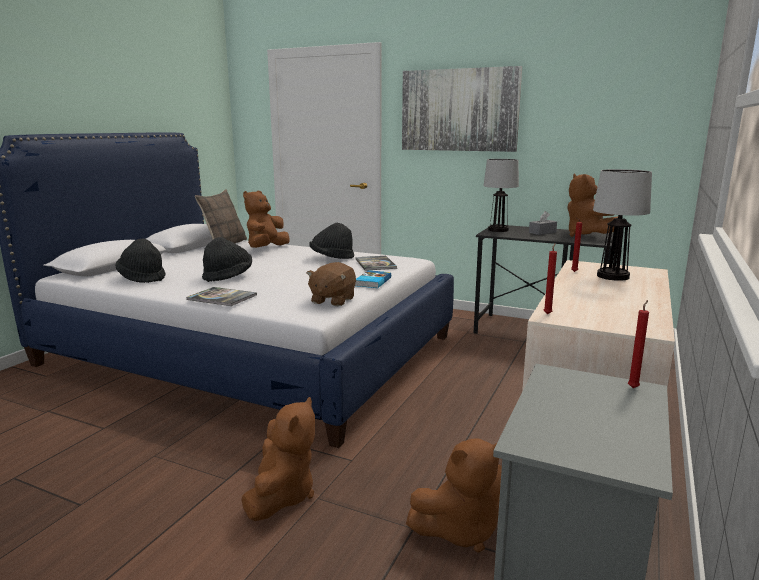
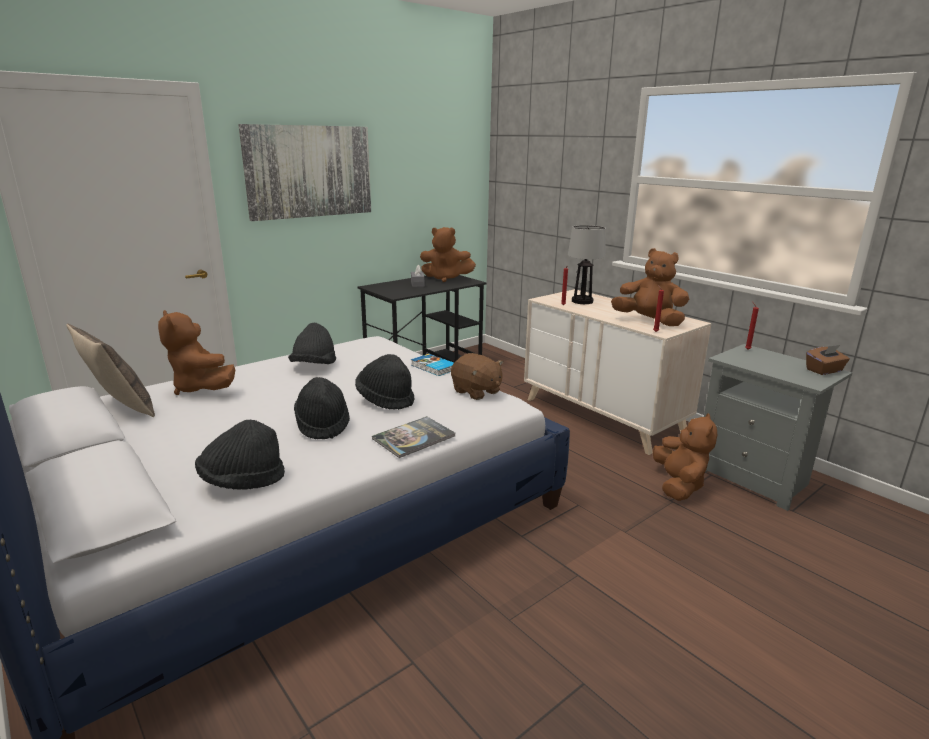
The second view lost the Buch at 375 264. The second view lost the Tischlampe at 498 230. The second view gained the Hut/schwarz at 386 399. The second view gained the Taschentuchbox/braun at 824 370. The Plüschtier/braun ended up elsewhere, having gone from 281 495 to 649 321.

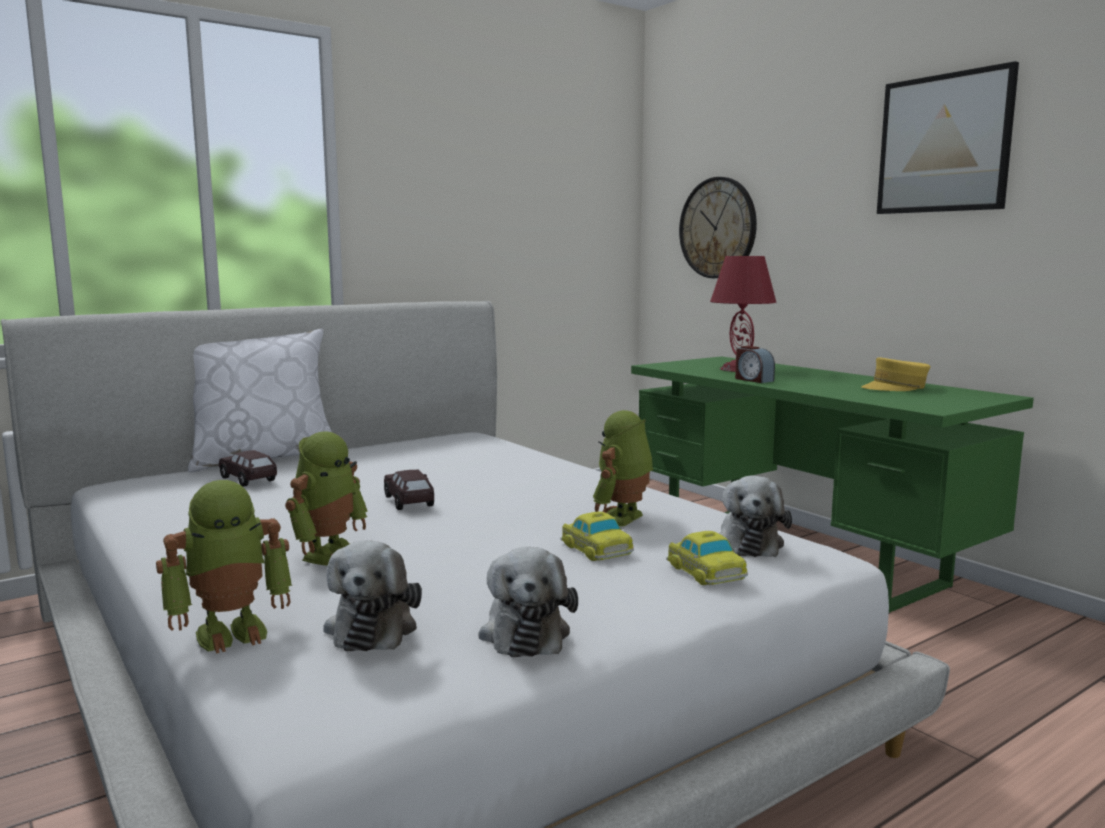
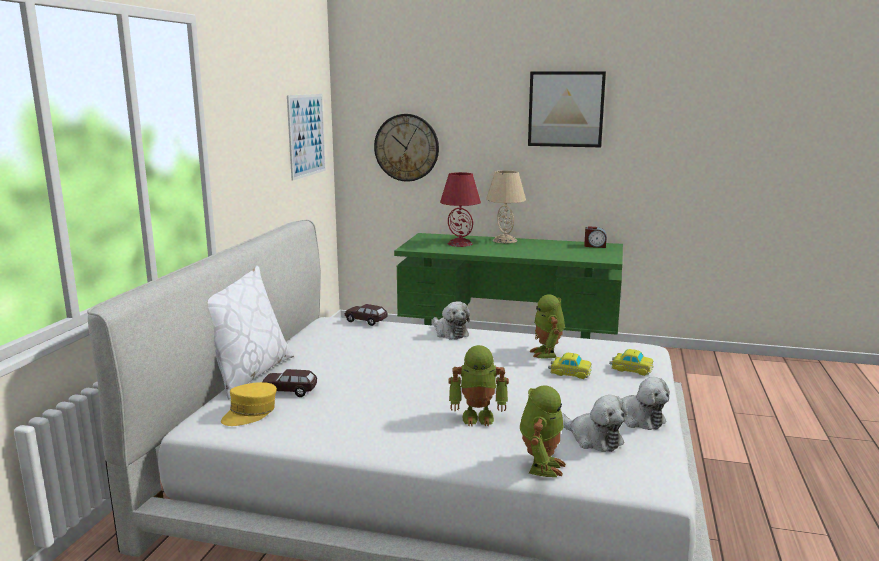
The second view gained the Bild at 306 135. The second view gained the Tischlampe/beige at 505 240. The Spielzeugauto/braun ended up elsewhere, having gone from 409 501 to 366 321. The Plüschtier ended up elsewhere, having gone from 748 543 to 450 333. The Wecker ended up elsewhere, having gone from 753 380 to 595 246. The Kappe/gelb ended up elsewhere, having gone from 895 388 to 250 413. The Spielzeugroboter at 329 554 ended up facing another way, 105 degrees clockwise from before.

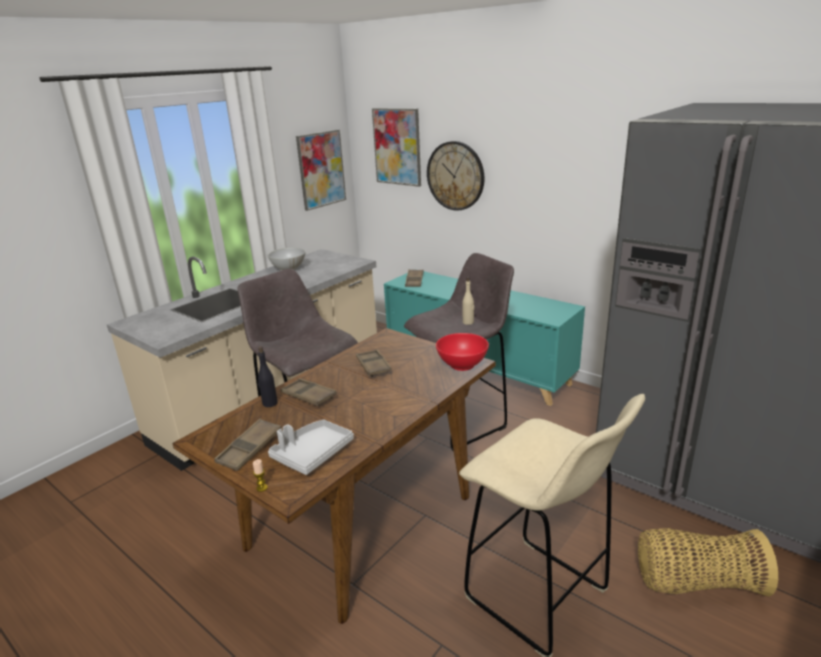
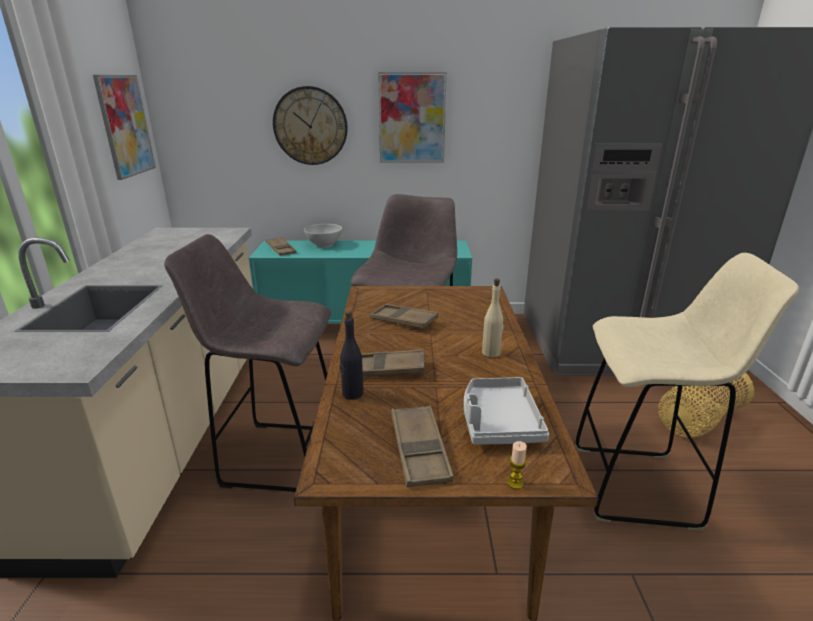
The second view lost the Schüssel/rot at 462 365. The Schüssel/weiß ended up elsewhere, having gone from 288 268 to 324 245. The Bild ended up elsewhere, having gone from 397 147 to 412 118. The Flasche/beige ended up elsewhere, having gone from 468 322 to 491 353.

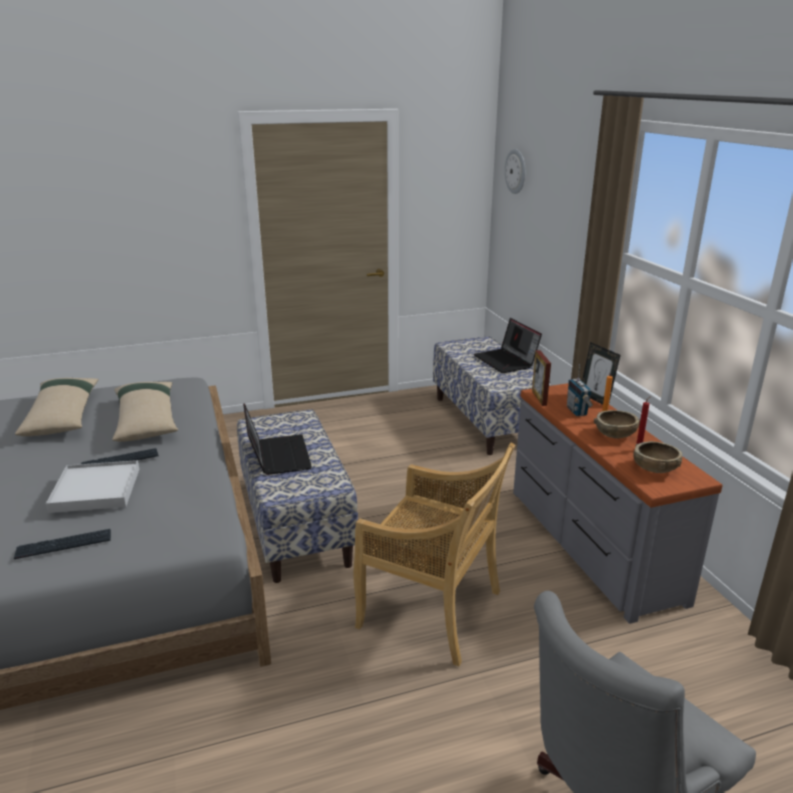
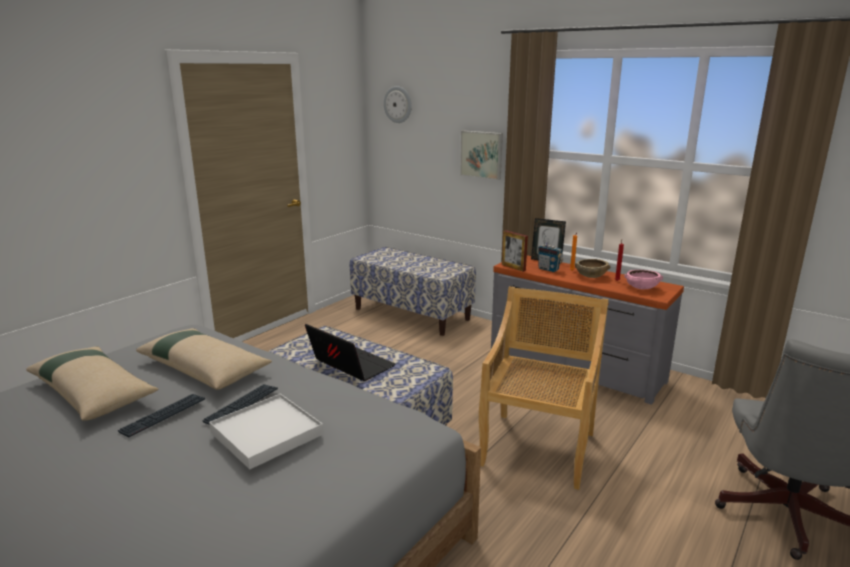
The second view lost the Laptop at 506 361. The second view gained the Bild at 482 154. The Tastatur ended up elsewhere, having gone from 64 545 to 163 416. What was the Schüssel/braun at 655 468 turned into the Schüssel/rosa at 642 287. The Stuhl/beige at 432 611 ended up facing another way, 60 degrees counterclockwise from before.

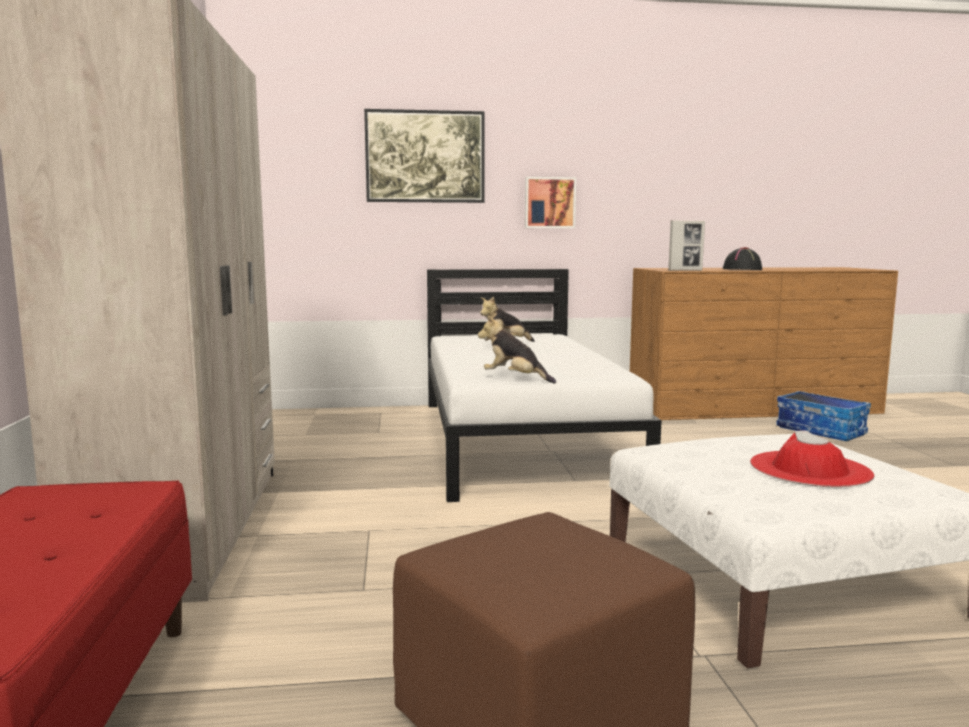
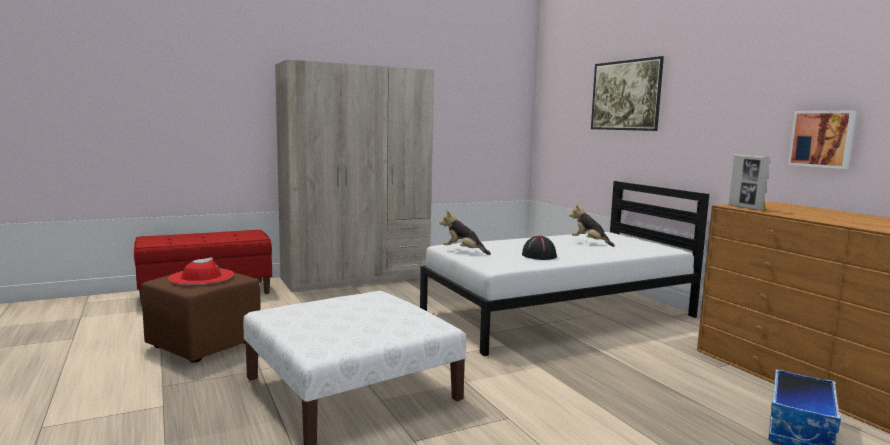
The Bild ended up elsewhere, having gone from 549 203 to 822 139. The Hut/schwarz ended up elsewhere, having gone from 741 269 to 538 255. The Hut/rot ended up elsewhere, having gone from 810 469 to 201 277. The Plüschtier at 515 379 ended up facing another way, 75 degrees counterclockwise from before.

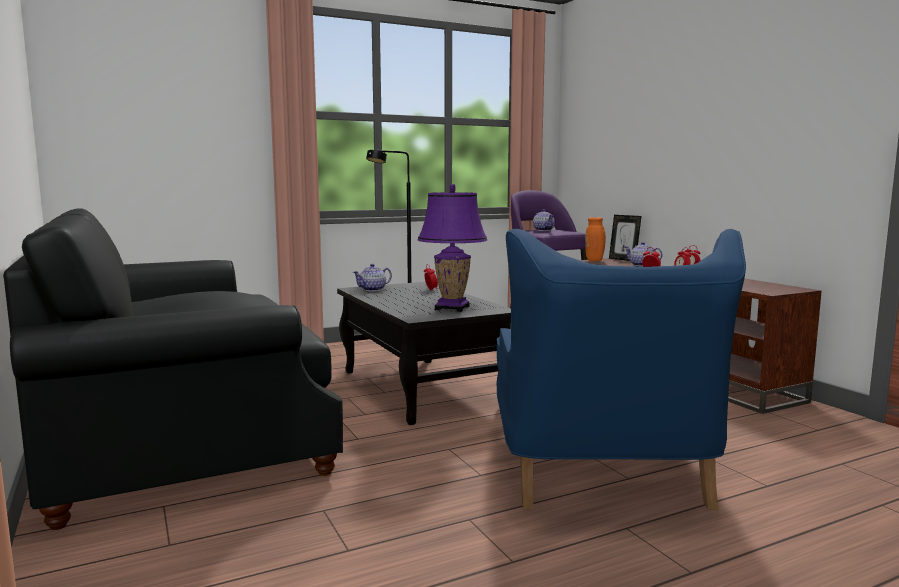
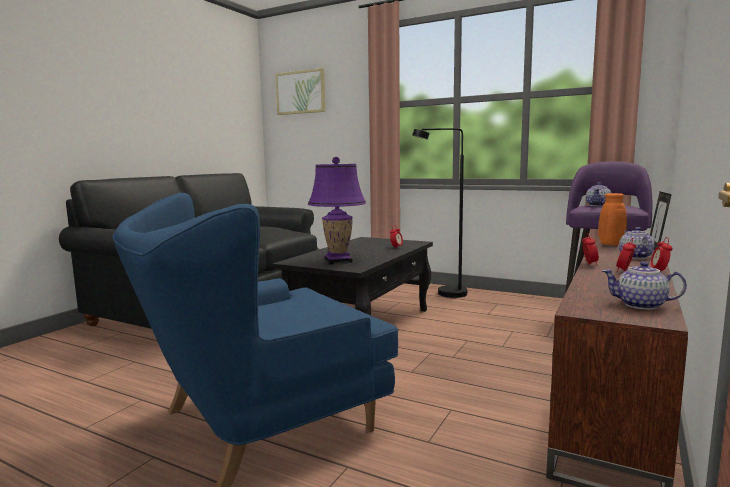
The second view gained the Bild at 300 92. The Teekanne ended up elsewhere, having gone from 373 289 to 641 305.

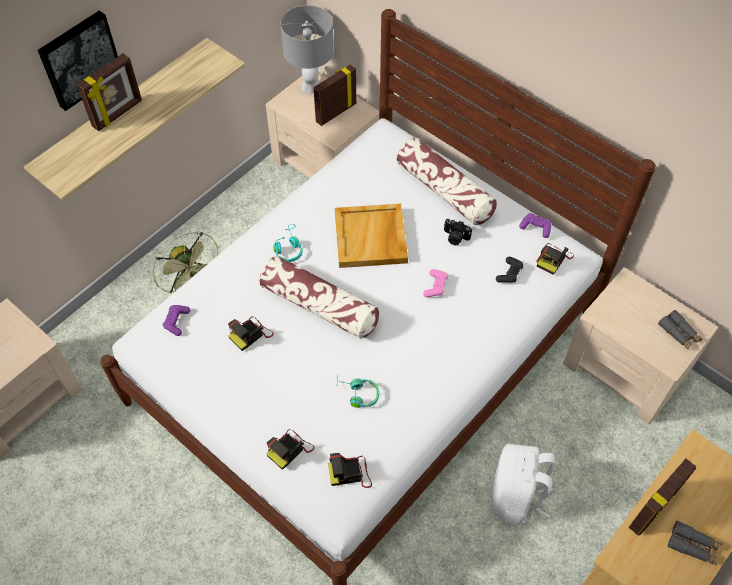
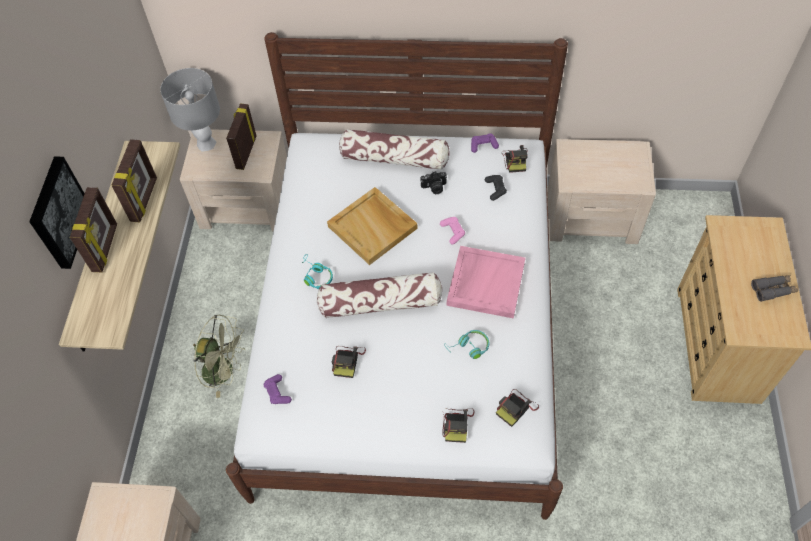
The second view lost the Rucksack/weiß at 516 497. The second view lost the Fernglas/grau at 679 333. The second view gained the Tablett/rosa at 485 283. The Bilderrahmen ended up elsewhere, having gone from 653 510 to 145 200.

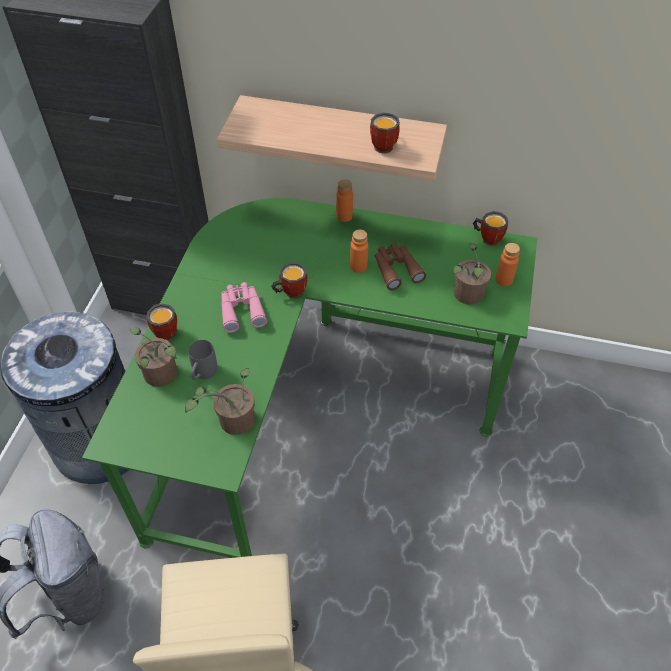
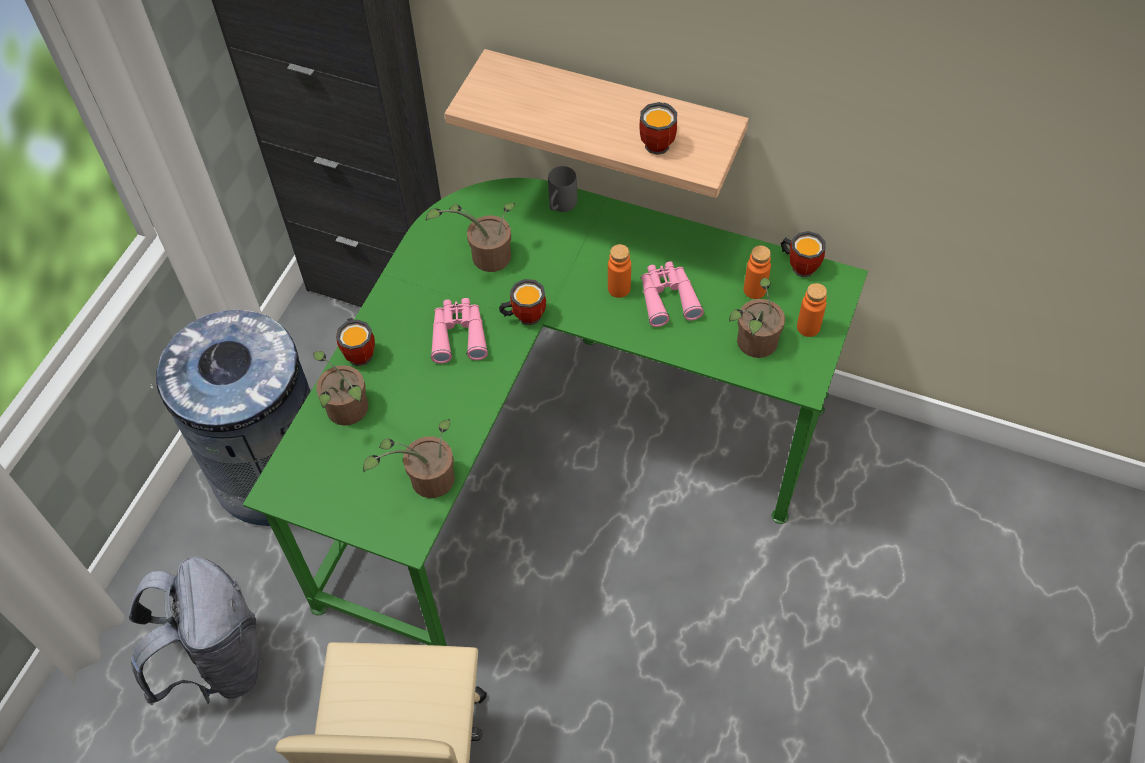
The second view gained the Topfpflanze at 485 258. The Henkelbecher/grau ended up elsewhere, having gone from 203 374 to 560 206. The Flasche/orange ended up elsewhere, having gone from 344 216 to 754 290. What was the Fernglas/braun at 396 269 turned into the Fernglas/rosa at 667 297.

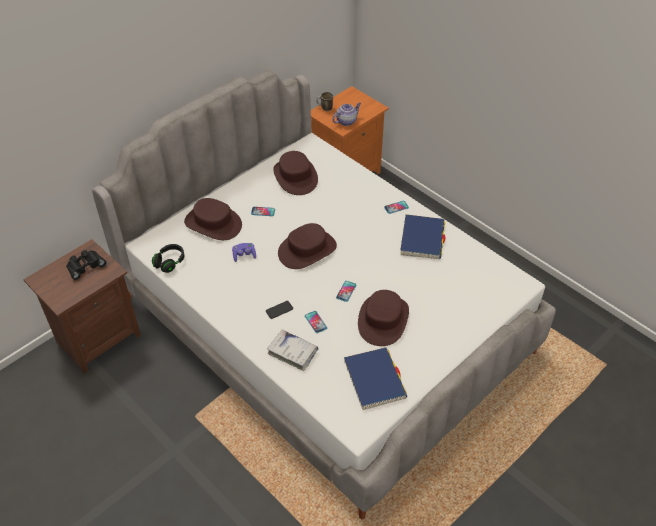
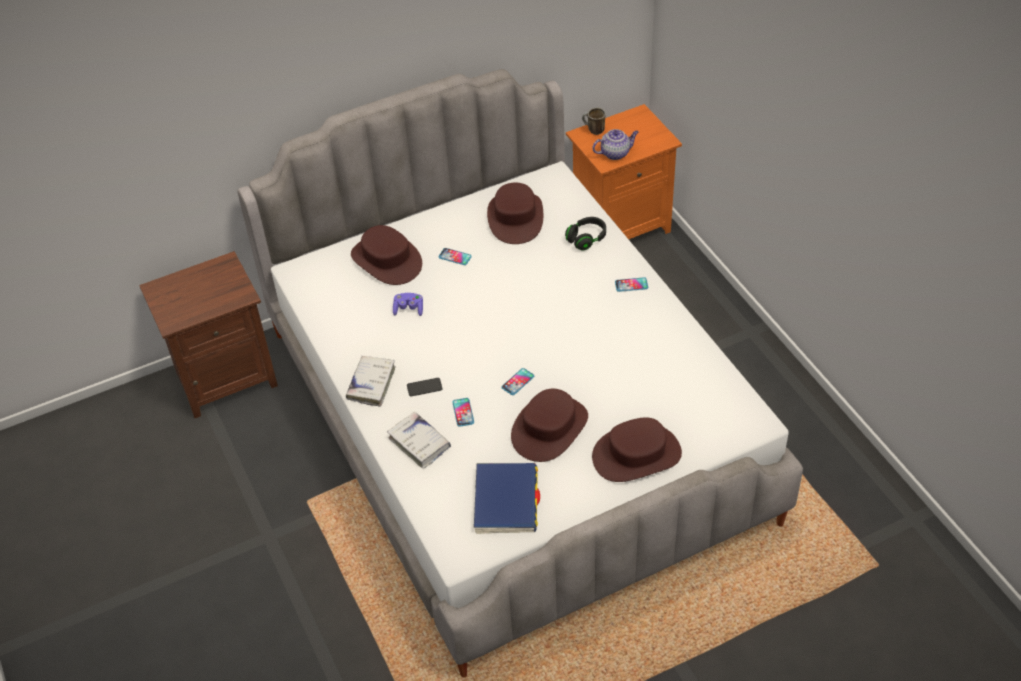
The second view lost the Fernglas/schwarz at 85 265. The second view lost the Buch/blau at 422 239. The second view gained the Buch/weiß at 371 384. The Kopfhörer/schwarz ended up elsewhere, having gone from 170 262 to 586 239. The Hut/braun ended up elsewhere, having gone from 307 250 to 636 454.

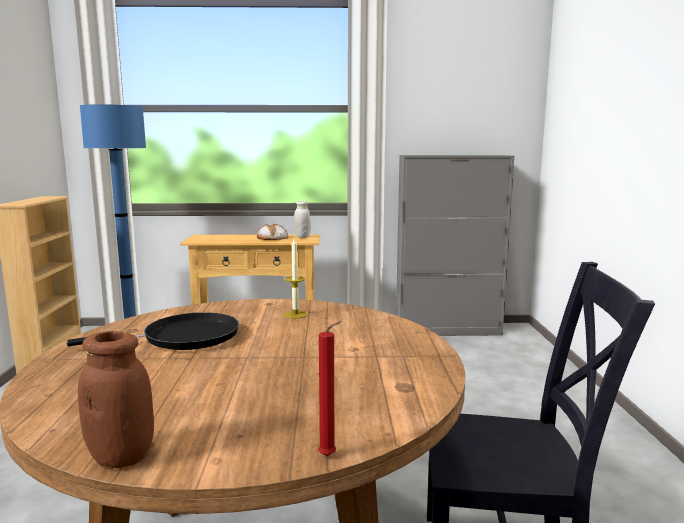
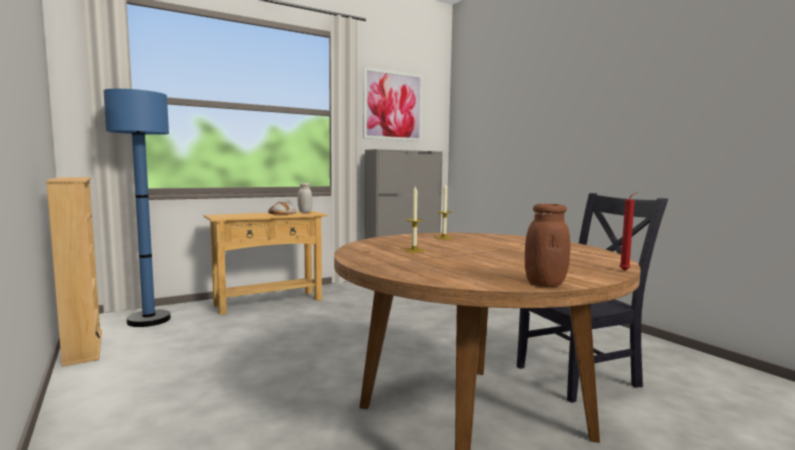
The second view gained the Bild at 393 106. Where the Pfanne/schwarz stood at 184 338, the Kerze came to stand at 414 250.

